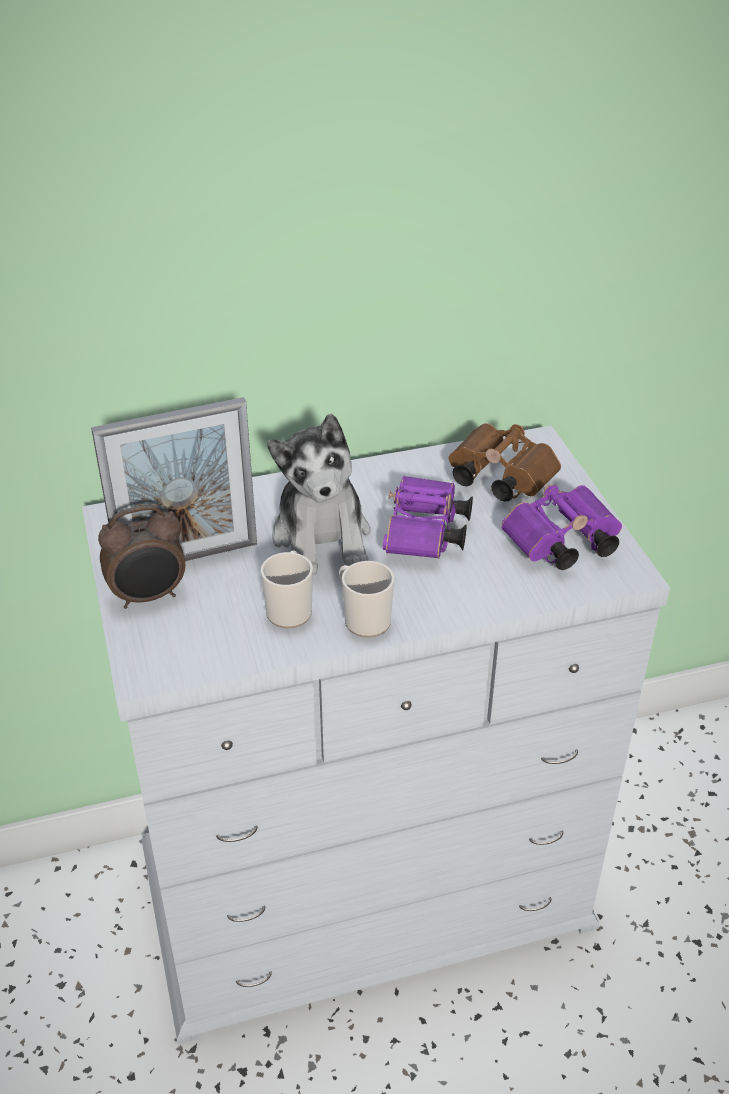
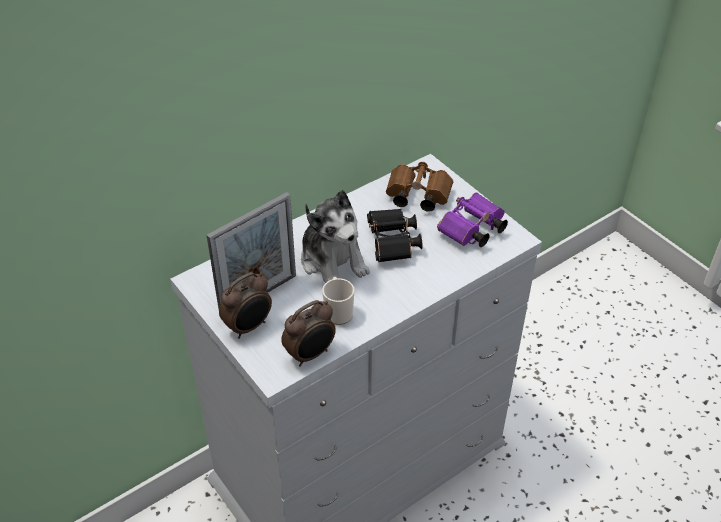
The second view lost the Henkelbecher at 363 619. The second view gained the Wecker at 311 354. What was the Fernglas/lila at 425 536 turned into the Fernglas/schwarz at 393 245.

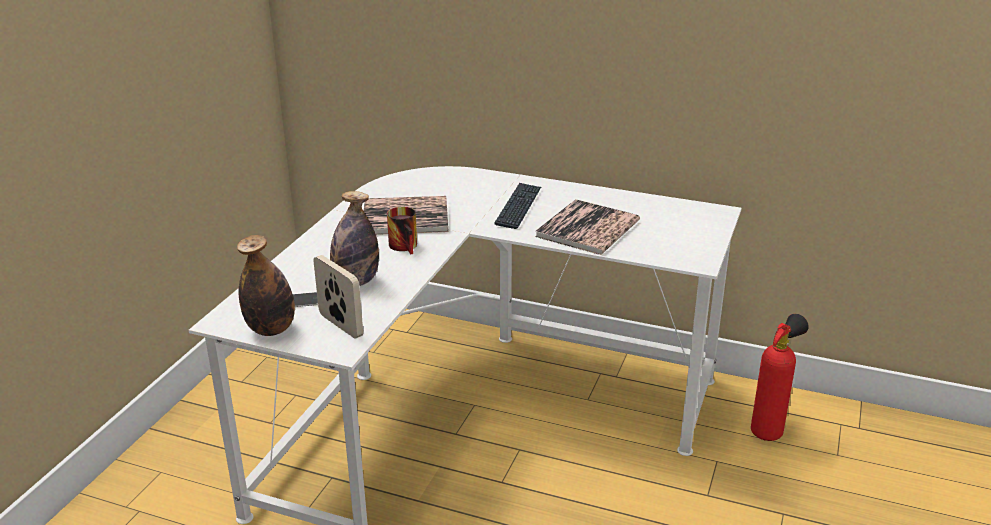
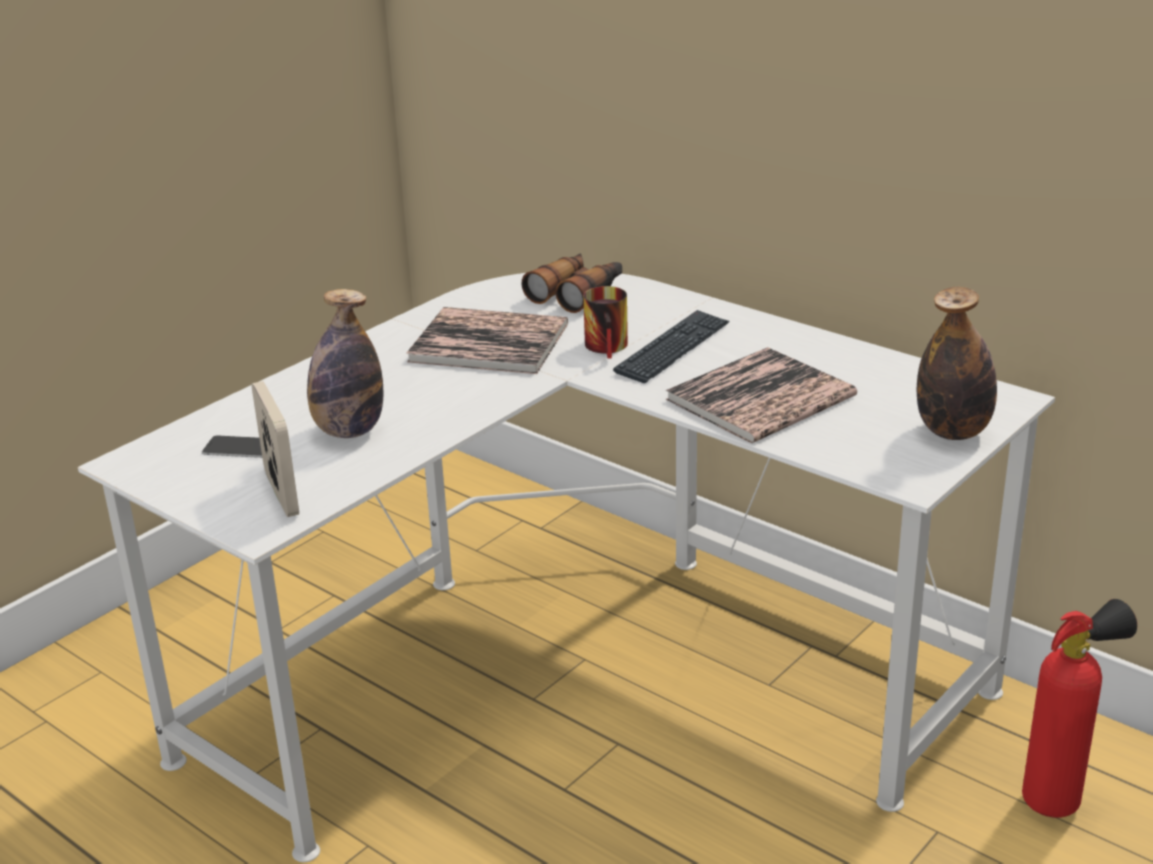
The second view gained the Fernglas at 577 293. The Flasche ended up elsewhere, having gone from 271 329 to 953 431. The Henkelbecher ended up elsewhere, having gone from 407 246 to 611 347.

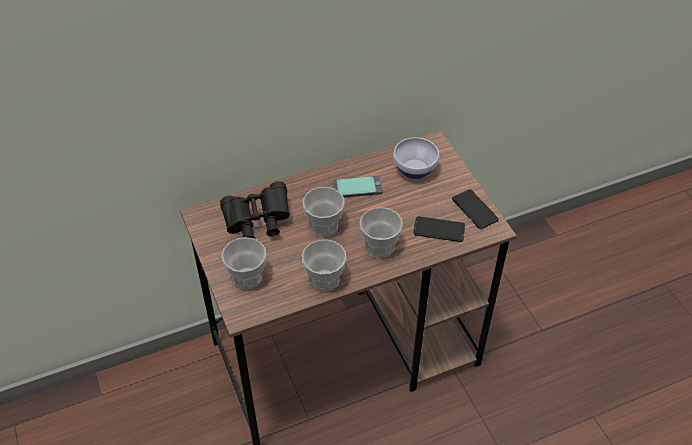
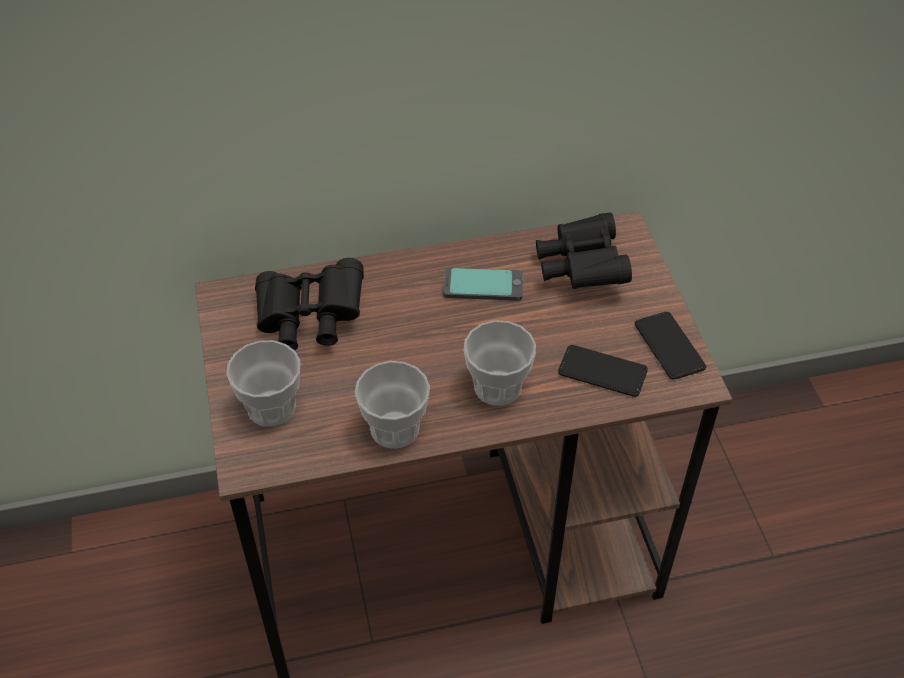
The second view lost the Tasse at 324 226. Where the Schüssel stood at 413 169, the Fernglas/schwarz came to stand at 581 268.

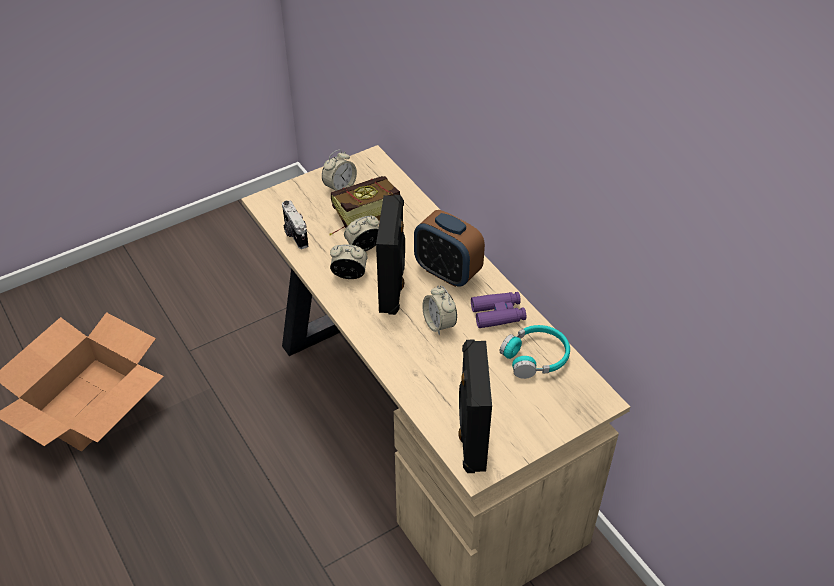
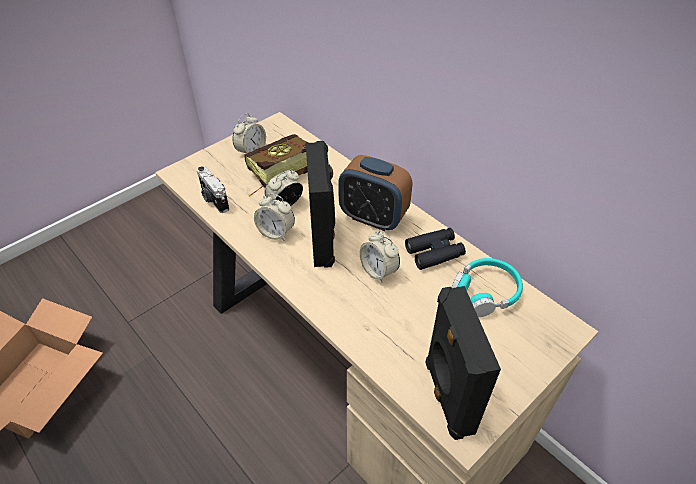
What was the Fernglas/lila at 498 314 turned into the Fernglas/schwarz at 434 252. The Wecker at 349 275 ended up facing another way, 150 degrees counterclockwise from before.

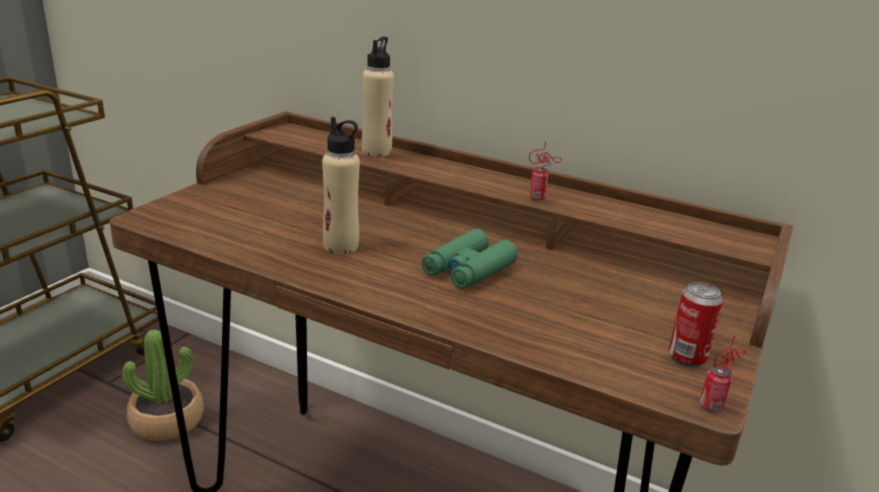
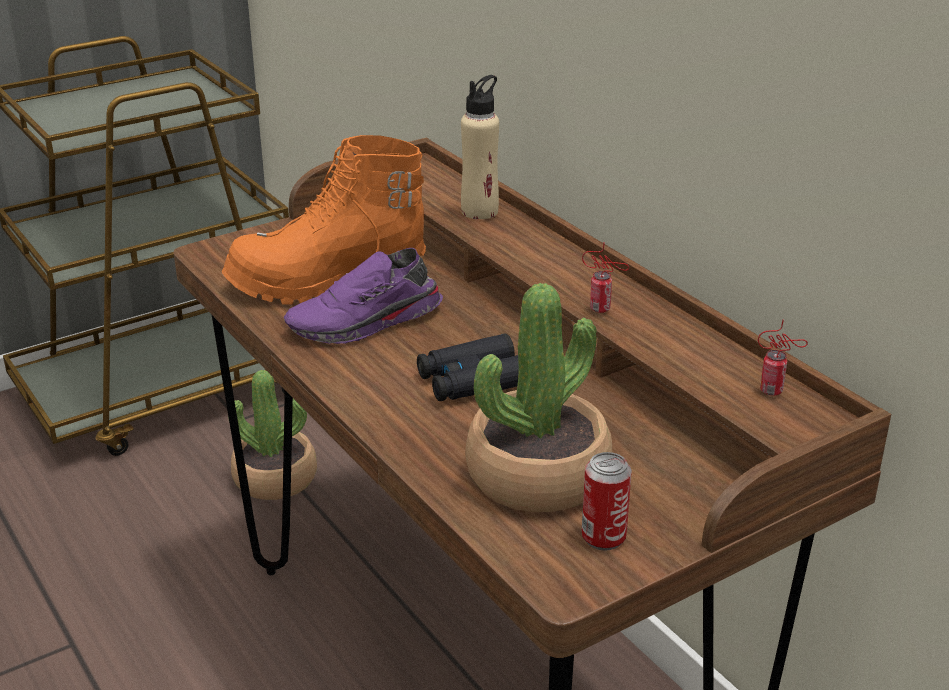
The second view gained the Stiefel/orange at 328 279. The second view gained the Topfpflanze at 537 475. The Dose ended up elsewhere, having gone from 713 405 to 774 391. Where the Flasche/beige stood at 341 246, the Schuh/lila came to stand at 366 323. What was the Fernglas/grün at 468 270 turned into the Fernglas/schwarz at 473 380.

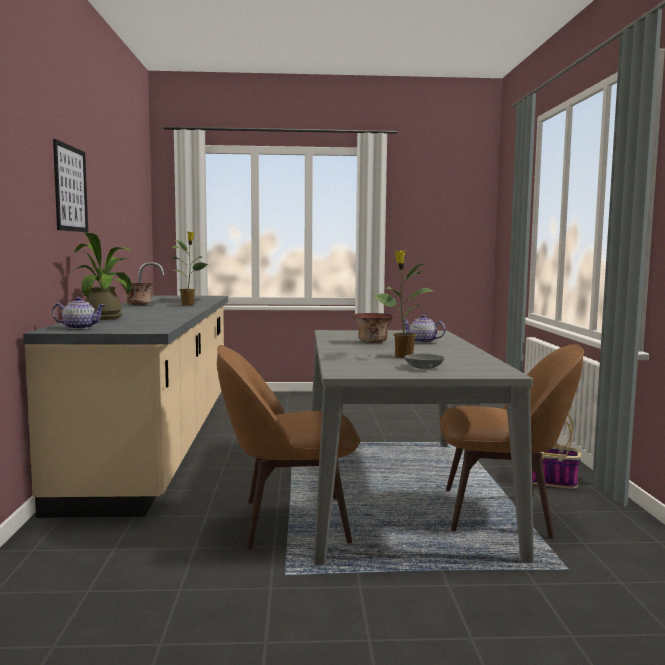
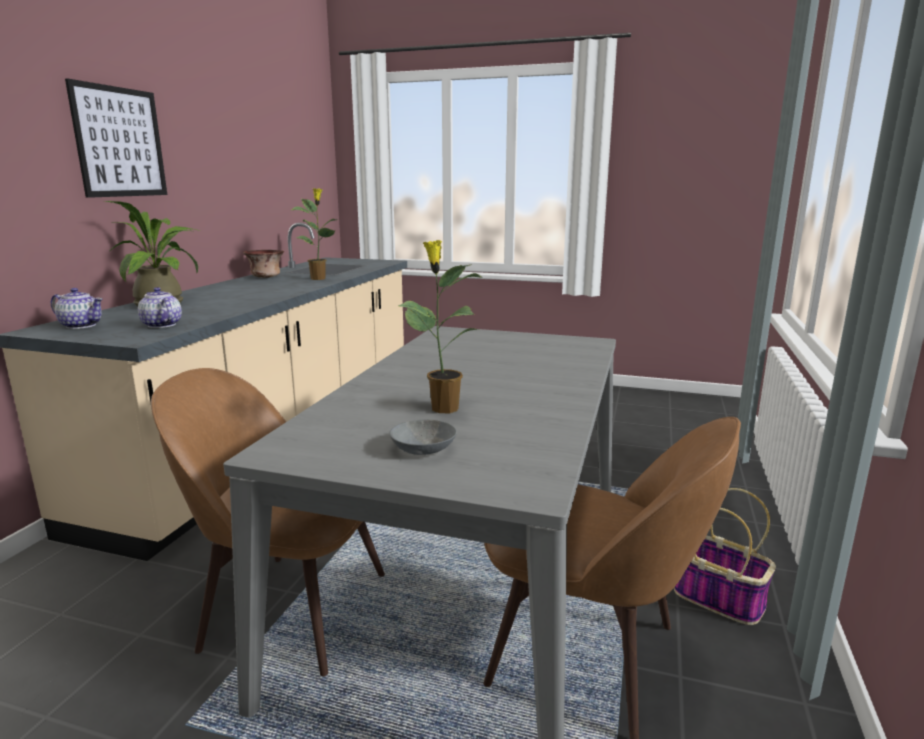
The second view lost the Schüssel at 373 342. The Teekanne ended up elsewhere, having gone from 423 341 to 161 325.

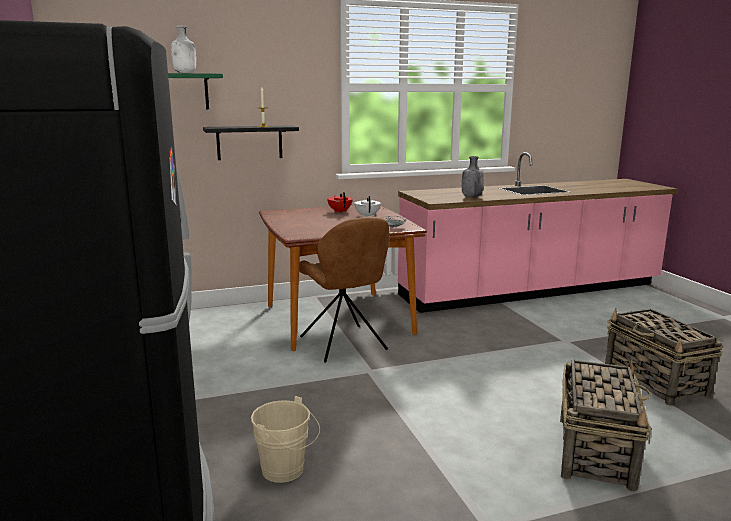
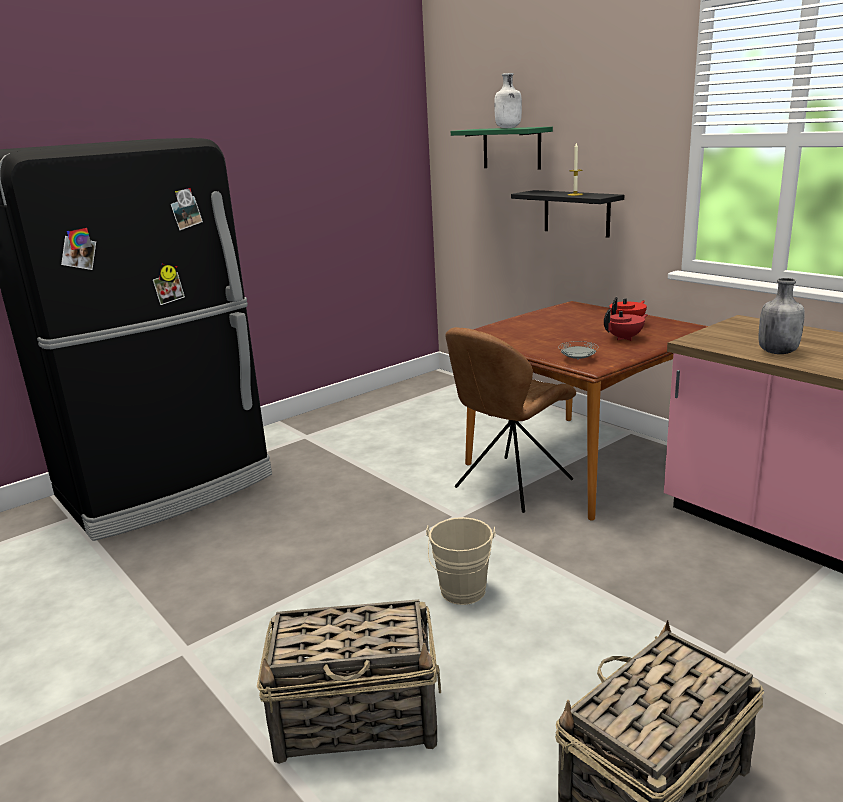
The Eimer/beige ended up elsewhere, having gone from 286 471 to 462 594. What was the Teekanne/weiß at 367 216 turned into the Teekanne/rot at 625 338.

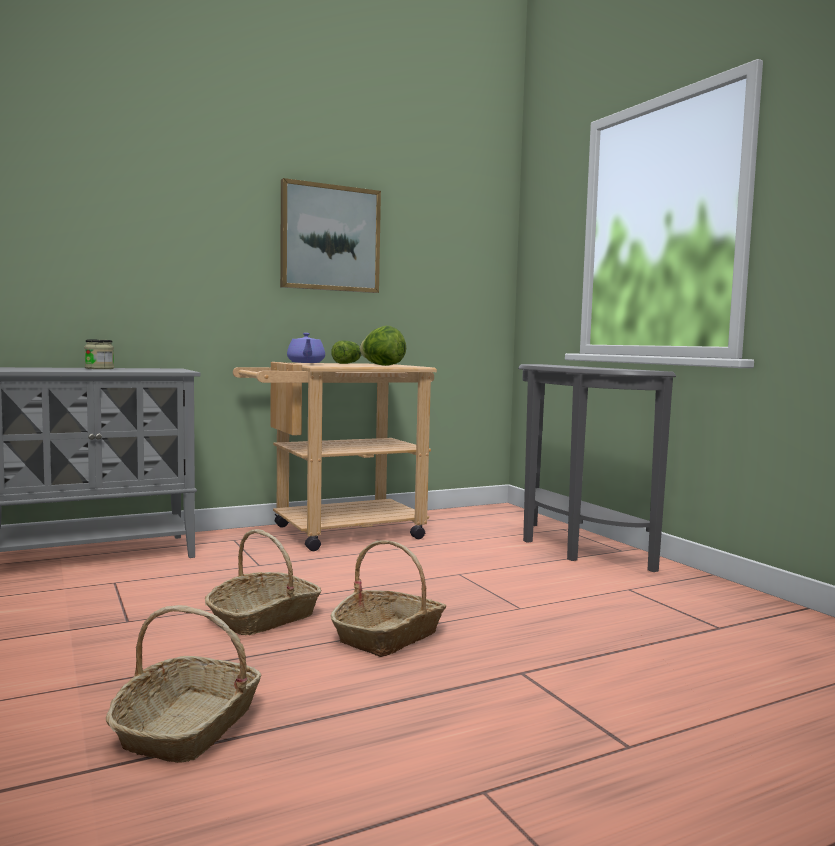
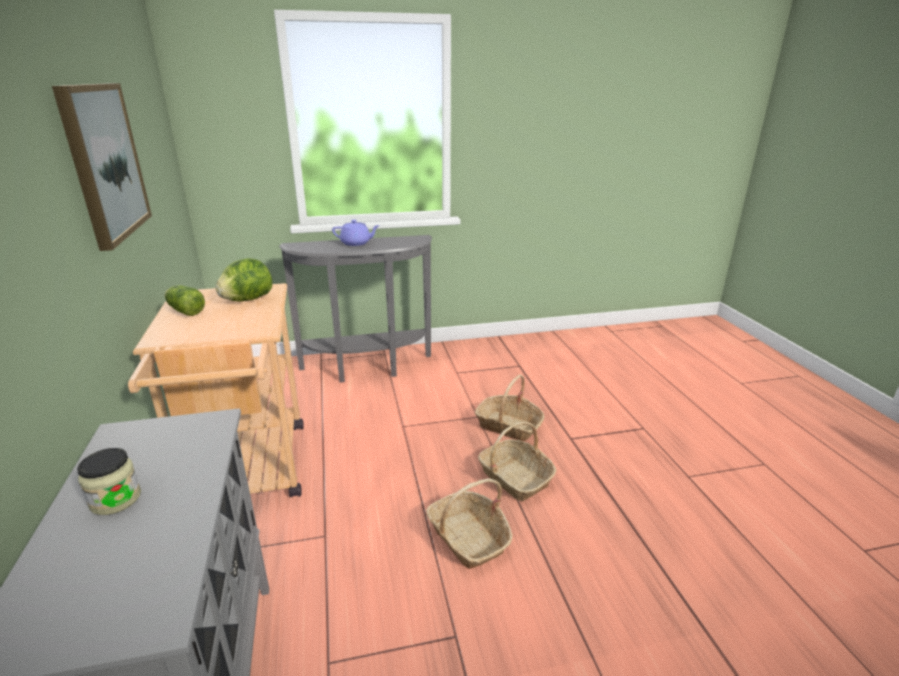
The Korb ended up elsewhere, having gone from 188 727 to 509 426. The Teekanne/lila ended up elsewhere, having gone from 306 362 to 356 243.

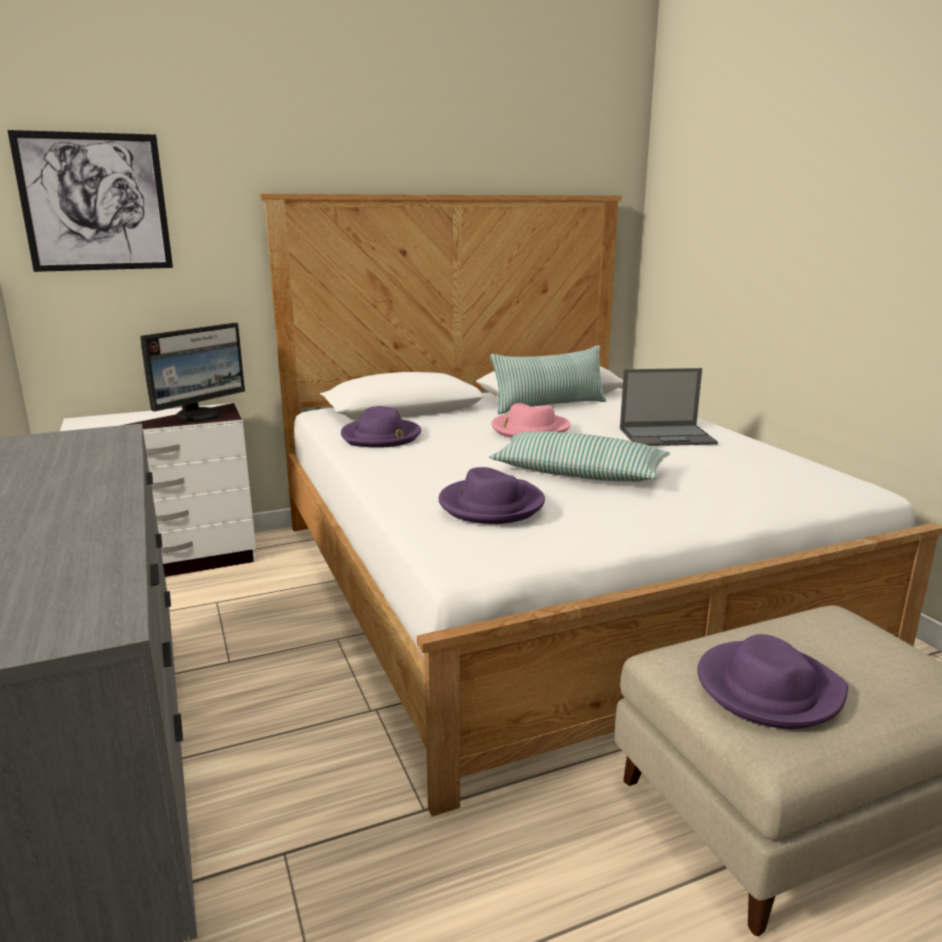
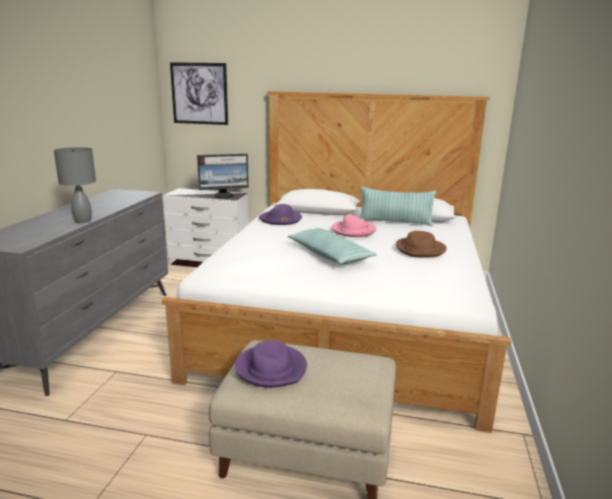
The second view lost the Hut/lila at 491 505. The second view gained the Tischlampe/grau at 82 221. Where the Laptop stood at 668 436, the Hut/braun came to stand at 420 250.

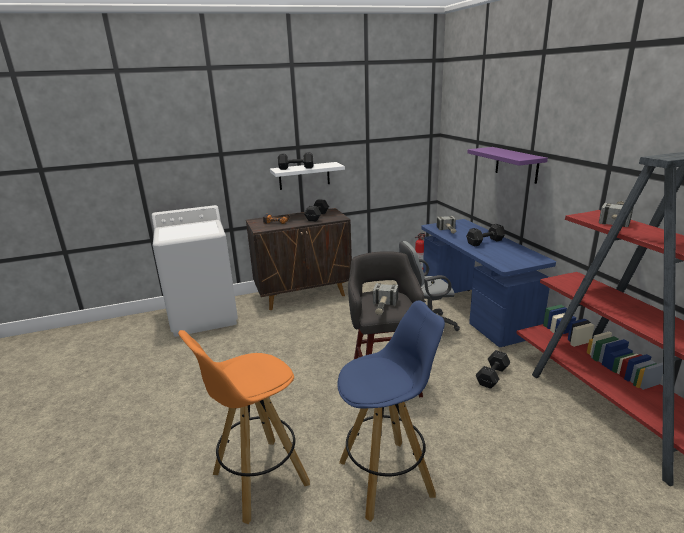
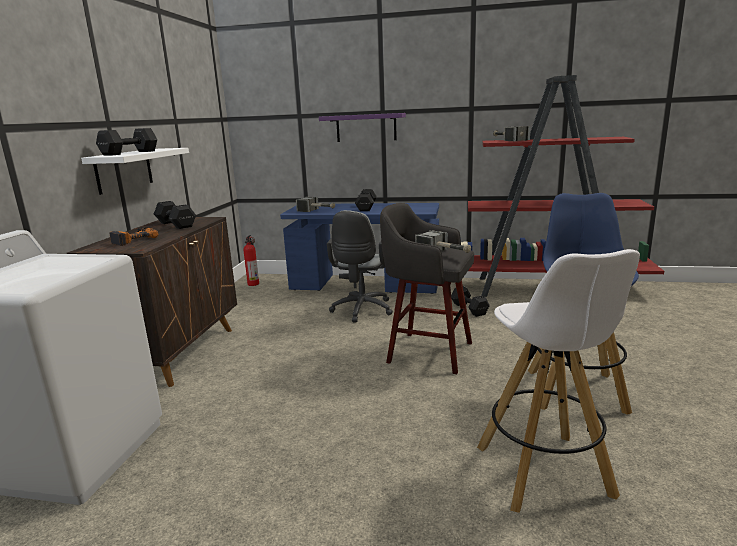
What was the Hocker/orange at 258 479 turned into the Hocker/weiß at 544 473.

